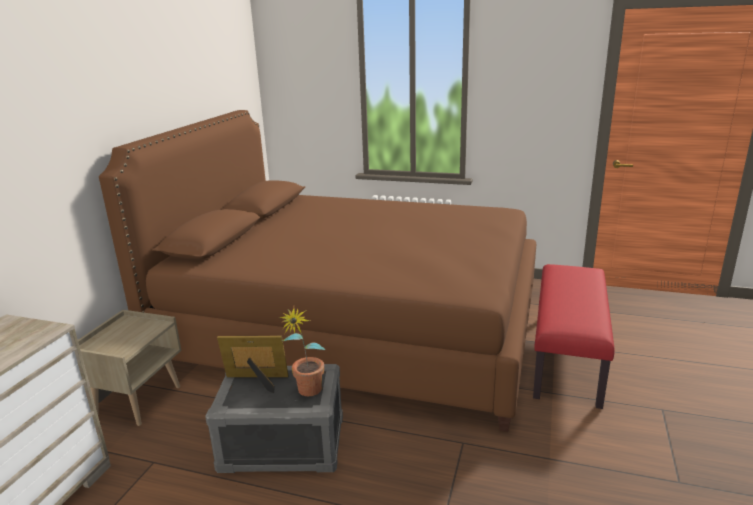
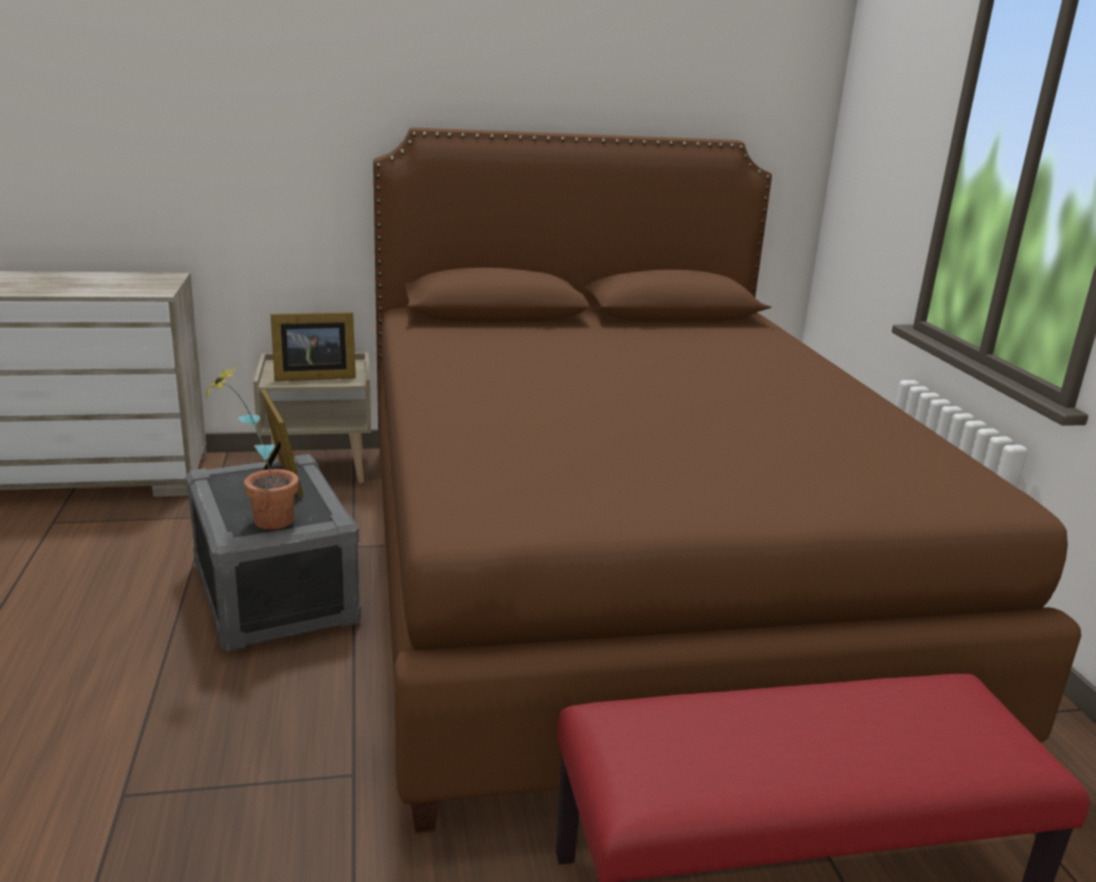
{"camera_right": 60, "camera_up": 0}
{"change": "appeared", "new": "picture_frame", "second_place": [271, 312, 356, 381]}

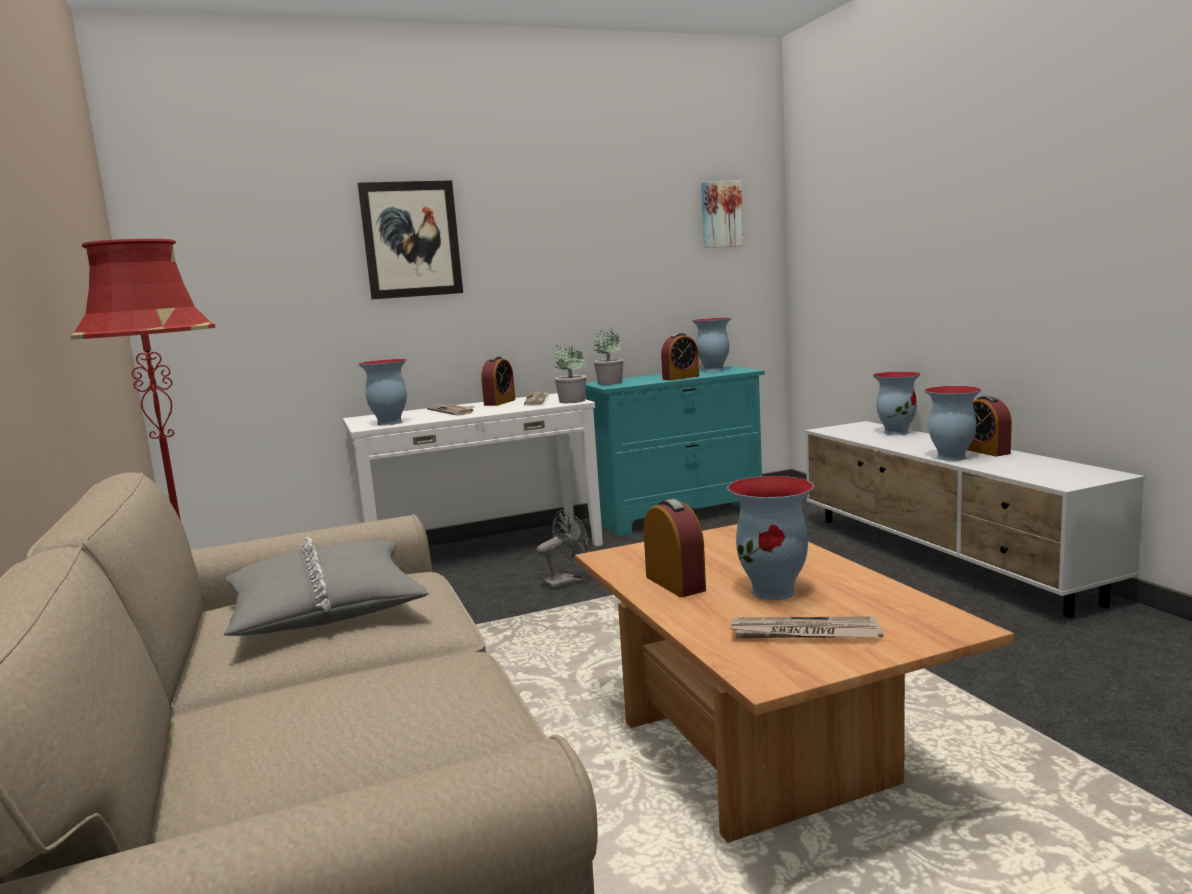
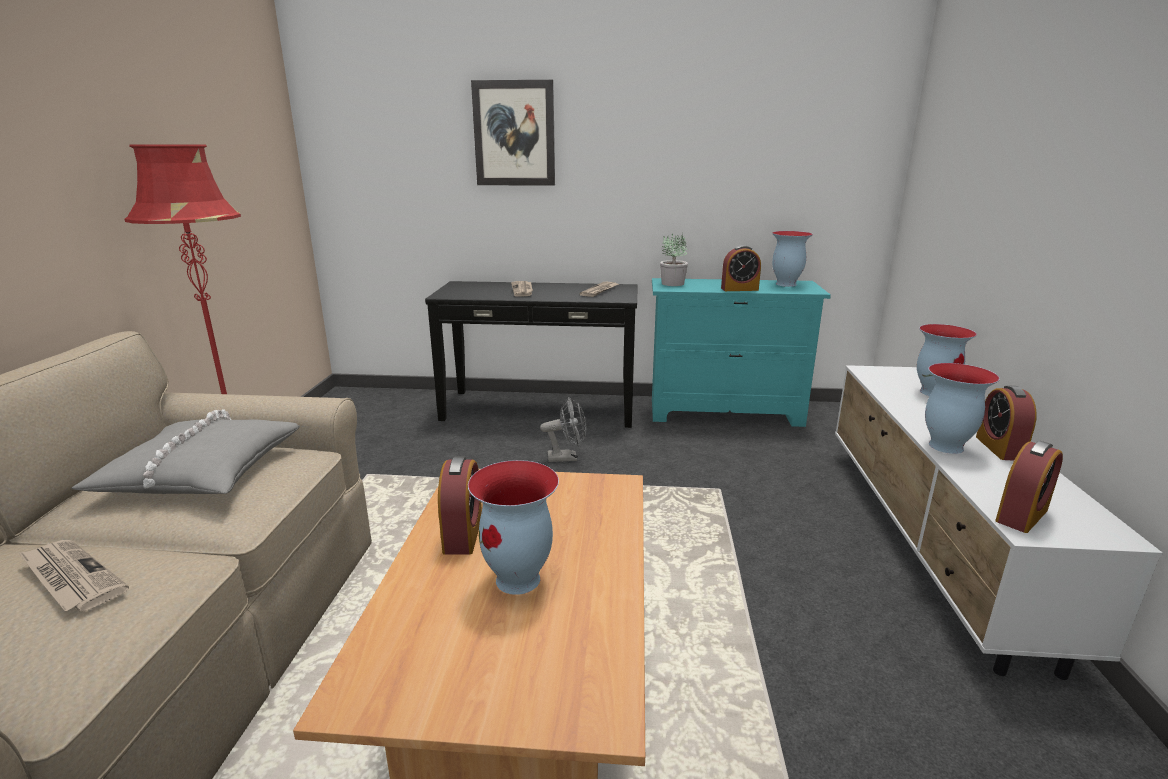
{"camera_right": 25, "camera_up": 10}
{"change": "colour", "old": "white_console_table", "new": "black_console_table", "first_place": [343, 393, 603, 546], "second_place": [425, 281, 638, 428]}
{"change": "missing", "old": "vase", "first_place": [358, 359, 407, 425]}
{"change": "relocated", "old": "alarm_clock", "first_place": [481, 356, 515, 406], "second_place": [995, 441, 1063, 533]}
{"change": "missing", "old": "potted_plant", "first_place": [555, 346, 586, 403]}
{"change": "missing", "old": "picture", "first_place": [701, 180, 744, 248]}
{"change": "relocated", "old": "newspaper", "first_place": [730, 616, 883, 638], "second_place": [18, 540, 129, 611]}

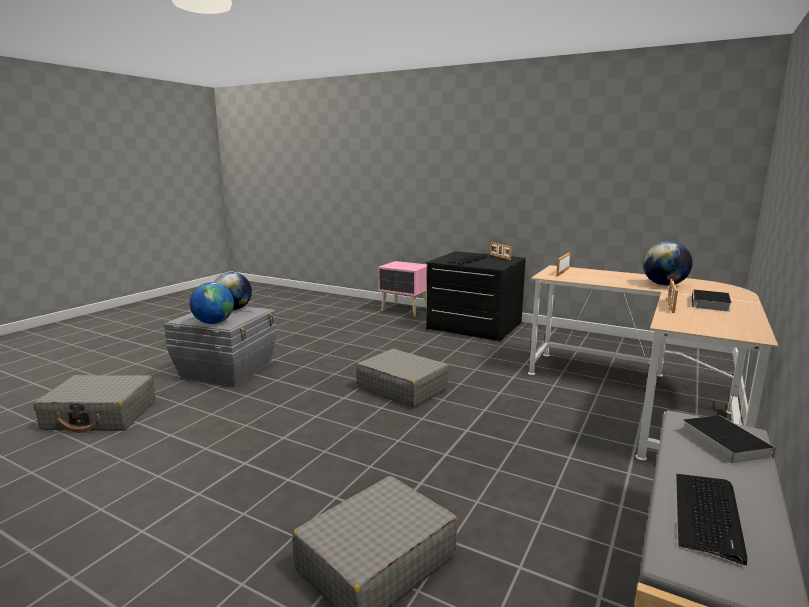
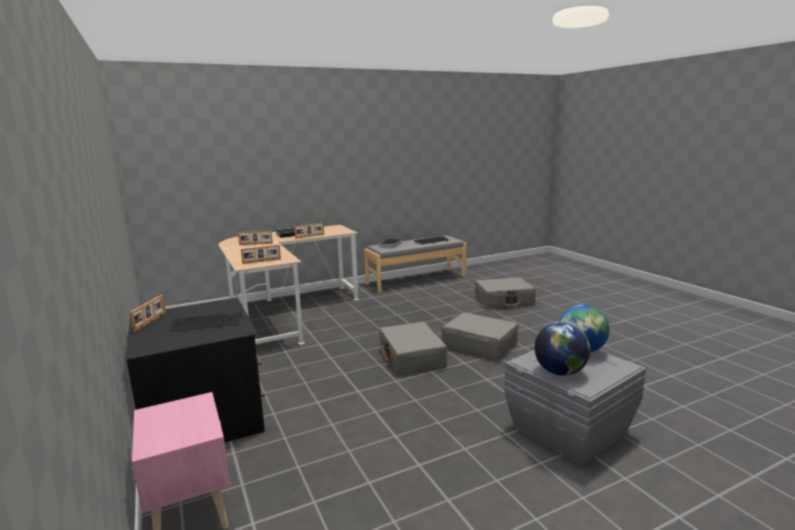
{"camera_right": -145, "camera_up": 0}
{"change": "relocated", "old": "grey_suitcase", "first_place": [34, 375, 156, 433], "second_place": [442, 313, 518, 360]}
{"change": "exchanged", "old": "globe", "new": "picture_frame", "first_place": [643, 241, 693, 286], "second_place": [238, 231, 273, 245]}

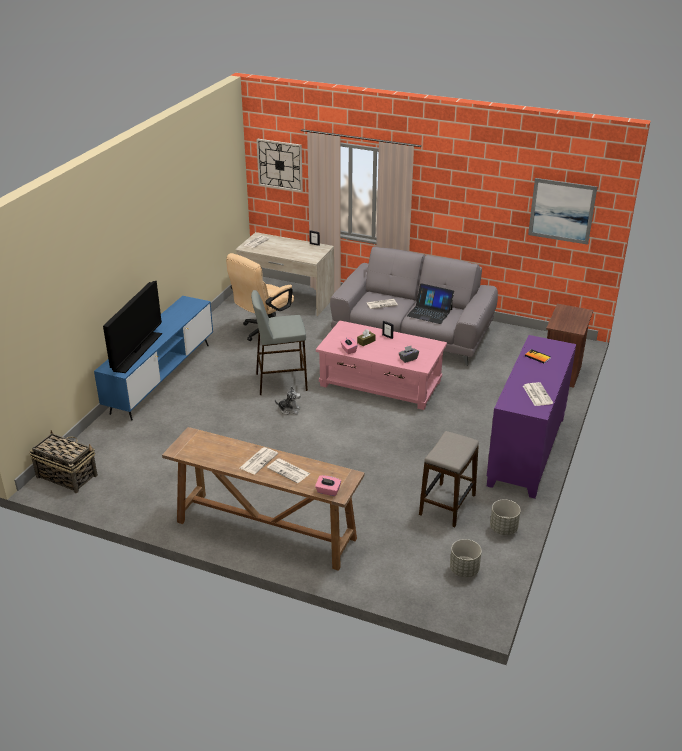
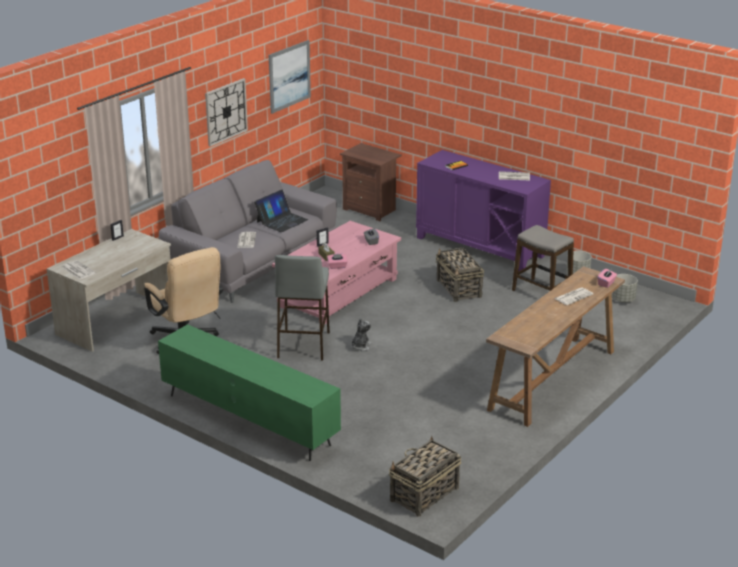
{"camera_right": -75, "camera_up": -5}
{"change": "colour", "old": "blue_tv_stand", "new": "green_tv_stand", "first_place": [94, 296, 213, 420], "second_place": [158, 324, 341, 461]}
{"change": "missing", "old": "television", "first_place": [103, 280, 162, 373]}
{"change": "missing", "old": "newspaper", "first_place": [240, 447, 278, 474]}
{"change": "relocated", "old": "wall_clock", "first_place": [256, 139, 303, 192], "second_place": [205, 78, 248, 147]}
{"change": "appeared", "new": "basket", "second_place": [436, 247, 484, 302]}

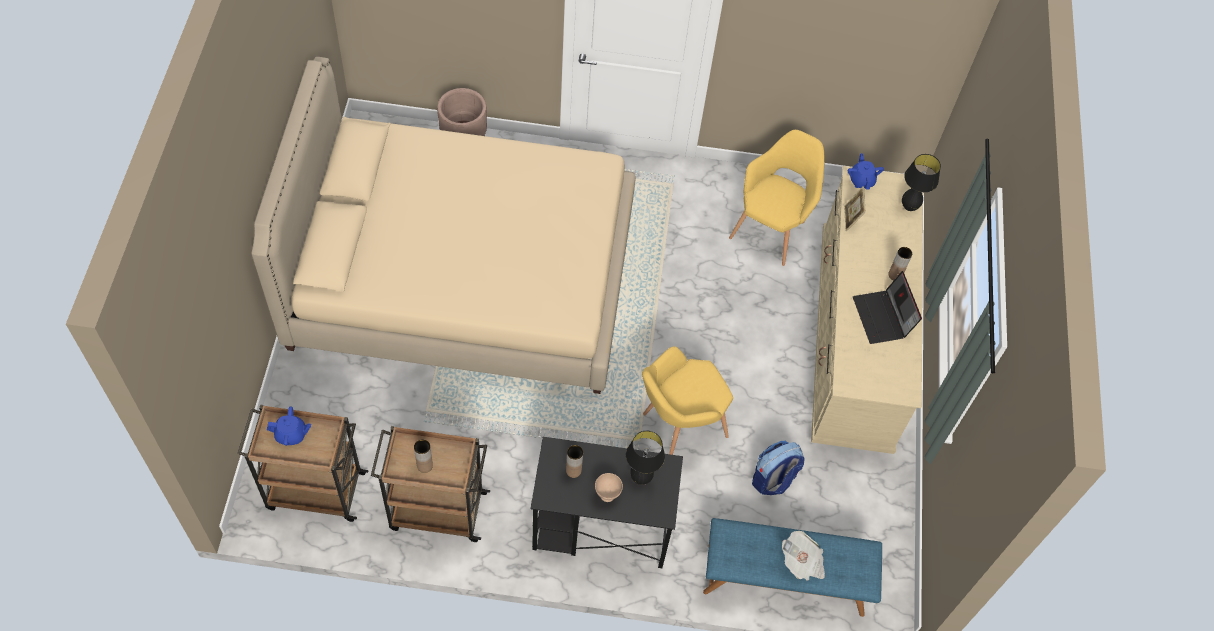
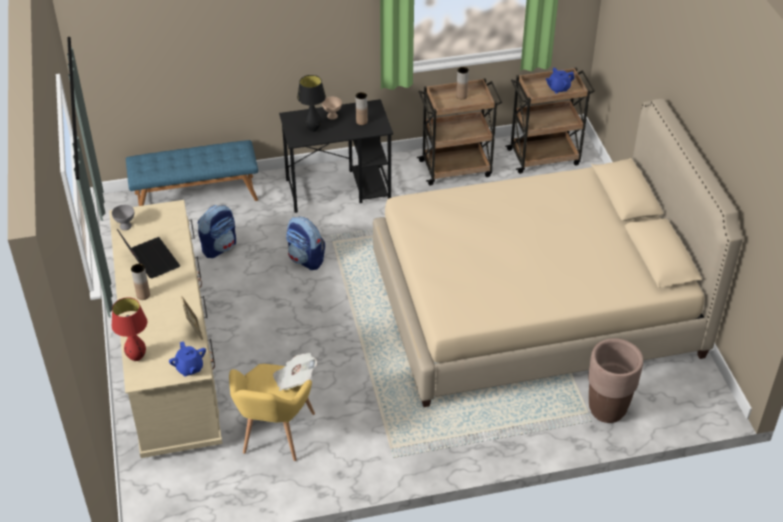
{"camera_right": 165, "camera_up": -15}
{"change": "exchanged", "old": "yellow_armchair", "new": "backpack", "first_place": [642, 346, 733, 455], "second_place": [286, 217, 325, 270]}
{"change": "relocated", "old": "newspaper", "first_place": [782, 531, 825, 581], "second_place": [273, 353, 317, 391]}
{"change": "colour", "old": "black_table_lamp", "new": "red_table_lamp", "first_place": [902, 154, 941, 211], "second_place": [112, 297, 148, 361]}
{"change": "appeared", "new": "grey_bowl", "second_place": [112, 205, 134, 230]}

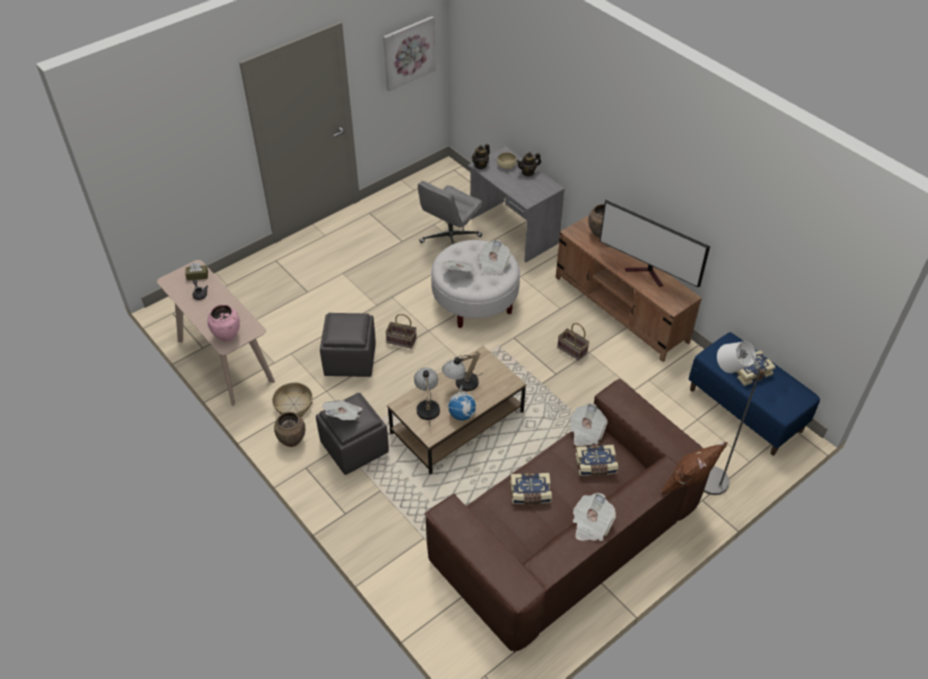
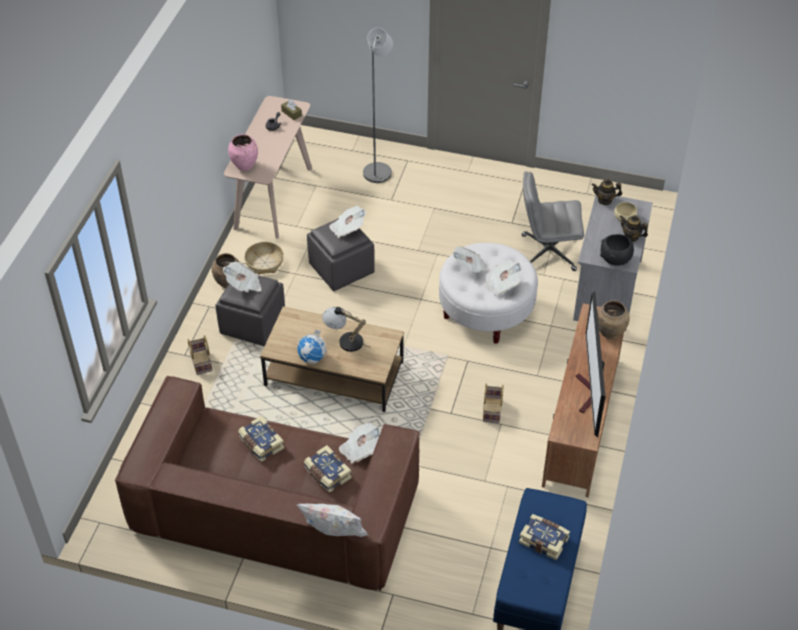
{"camera_right": 55, "camera_up": 0}
{"change": "missing", "old": "picture", "first_place": [383, 16, 436, 91]}
{"change": "relocated", "old": "basket", "first_place": [385, 314, 417, 349], "second_place": [188, 335, 213, 375]}
{"change": "missing", "old": "table_lamp", "first_place": [414, 367, 440, 425]}
{"change": "relocated", "old": "newspaper", "first_place": [573, 493, 616, 541], "second_place": [329, 206, 366, 238]}
{"change": "colour", "old": "brown_pillow", "new": "white_pillow", "first_place": [661, 442, 727, 494], "second_place": [296, 504, 369, 537]}
{"change": "relocated", "old": "grey_floor_lamp", "first_place": [704, 342, 760, 495], "second_place": [363, 28, 393, 183]}
{"change": "appeared", "new": "black_bowl", "second_place": [600, 234, 634, 266]}

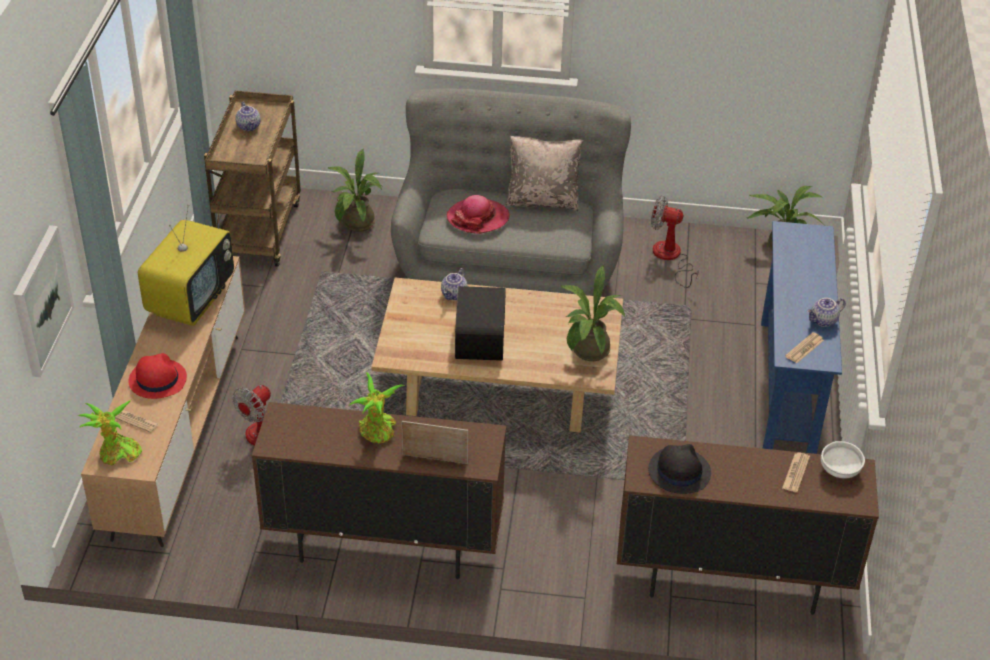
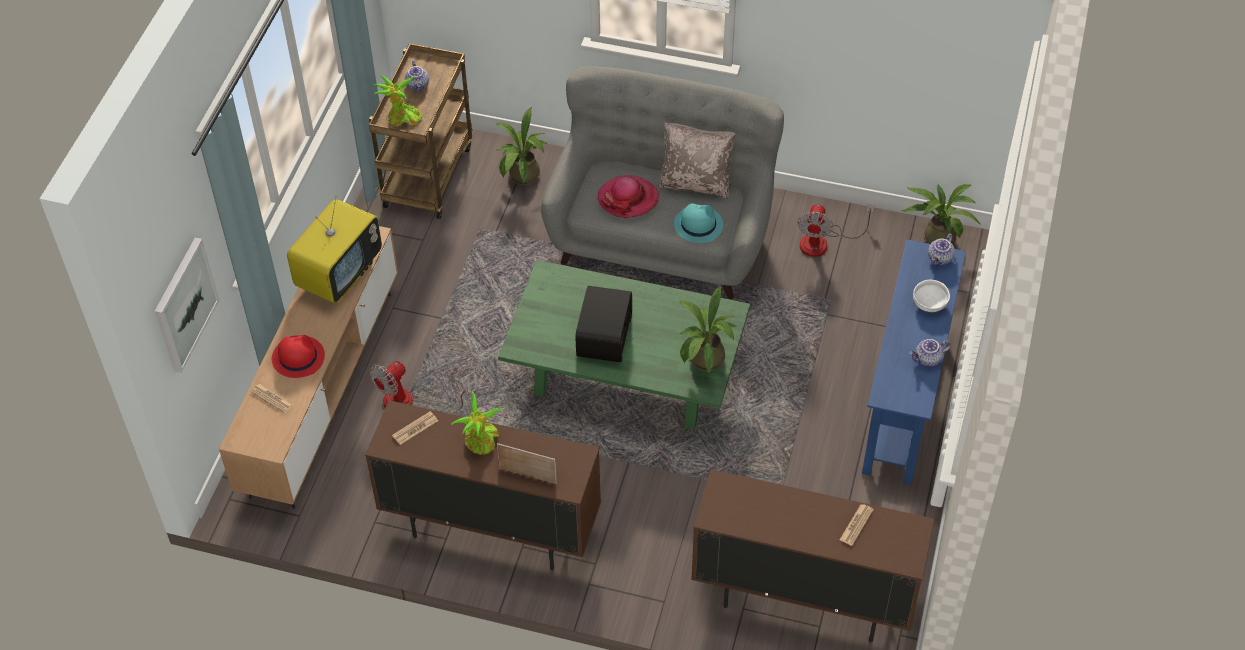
{"camera_right": 10, "camera_up": 10}
{"change": "relocated", "old": "potted_plant", "first_place": [78, 400, 142, 465], "second_place": [374, 75, 422, 127]}
{"change": "colour", "old": "beige_coffee_table", "new": "green_coffee_table", "first_place": [371, 278, 623, 432], "second_place": [498, 260, 750, 430]}
{"change": "relocated", "old": "teapot", "first_place": [441, 268, 468, 300], "second_place": [928, 233, 955, 265]}
{"change": "missing", "old": "black_hat", "first_place": [648, 444, 711, 494]}
{"change": "spun", "old": "fan", "first_place": [651, 196, 700, 288], "second_place": [797, 204, 875, 257], "degrees": -105}
{"change": "relocated", "old": "newspaper", "first_place": [785, 332, 824, 363], "second_place": [392, 411, 438, 445]}
{"change": "relocated", "old": "white_bowl", "first_place": [821, 441, 865, 479], "second_place": [913, 280, 950, 312]}
{"change": "appeared", "new": "turquoise_hat", "second_place": [674, 203, 723, 243]}

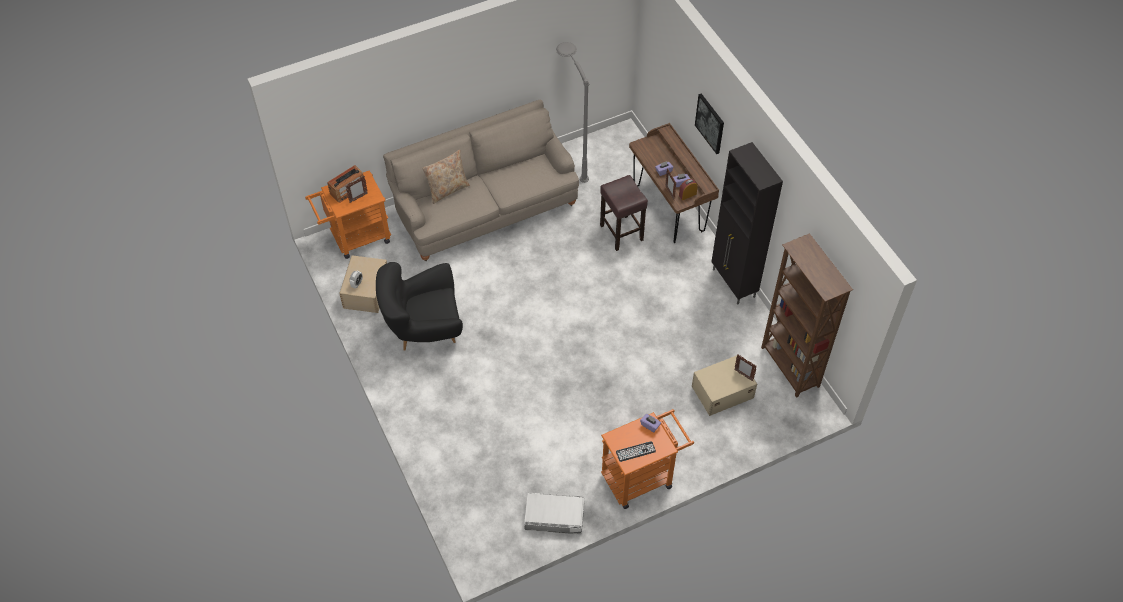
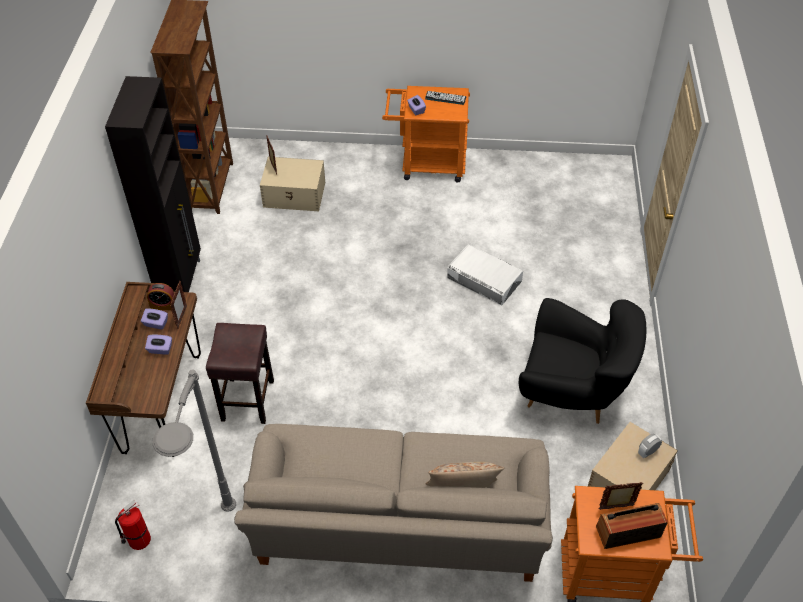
{"camera_right": -150, "camera_up": -5}
{"change": "relocated", "old": "white_storage_box", "first_place": [524, 492, 584, 535], "second_place": [447, 244, 523, 305]}
{"change": "missing", "old": "picture", "first_place": [695, 93, 724, 154]}
{"change": "appeared", "new": "fire_extinguisher", "second_place": [115, 500, 151, 550]}

